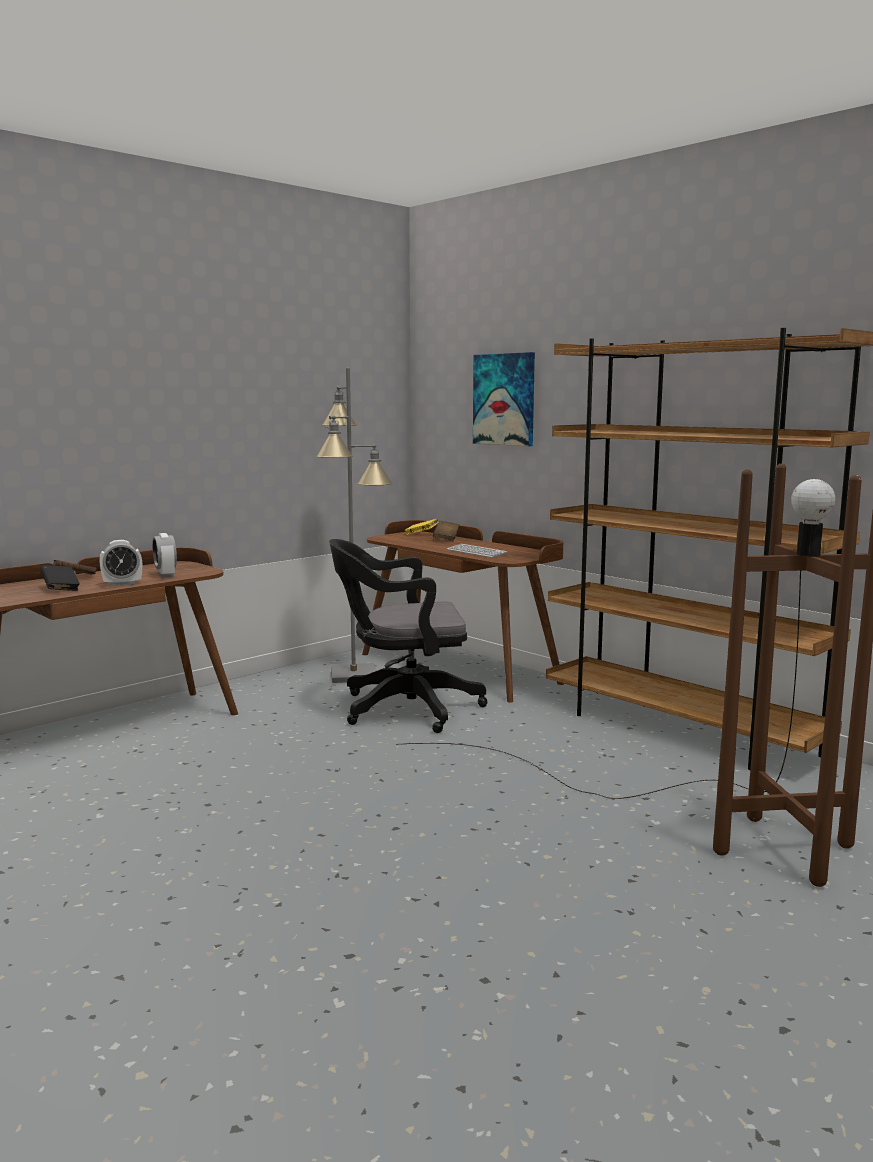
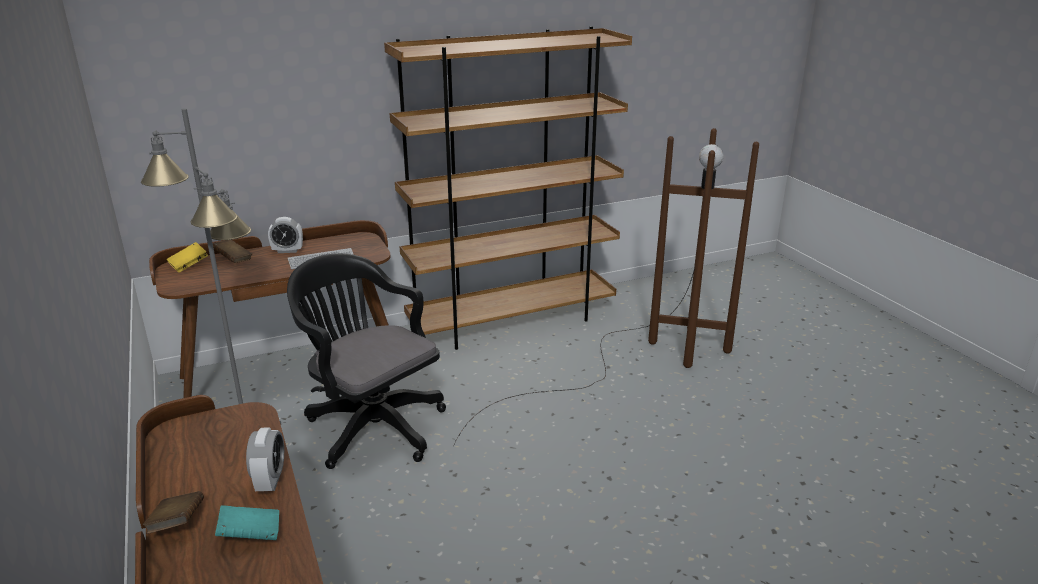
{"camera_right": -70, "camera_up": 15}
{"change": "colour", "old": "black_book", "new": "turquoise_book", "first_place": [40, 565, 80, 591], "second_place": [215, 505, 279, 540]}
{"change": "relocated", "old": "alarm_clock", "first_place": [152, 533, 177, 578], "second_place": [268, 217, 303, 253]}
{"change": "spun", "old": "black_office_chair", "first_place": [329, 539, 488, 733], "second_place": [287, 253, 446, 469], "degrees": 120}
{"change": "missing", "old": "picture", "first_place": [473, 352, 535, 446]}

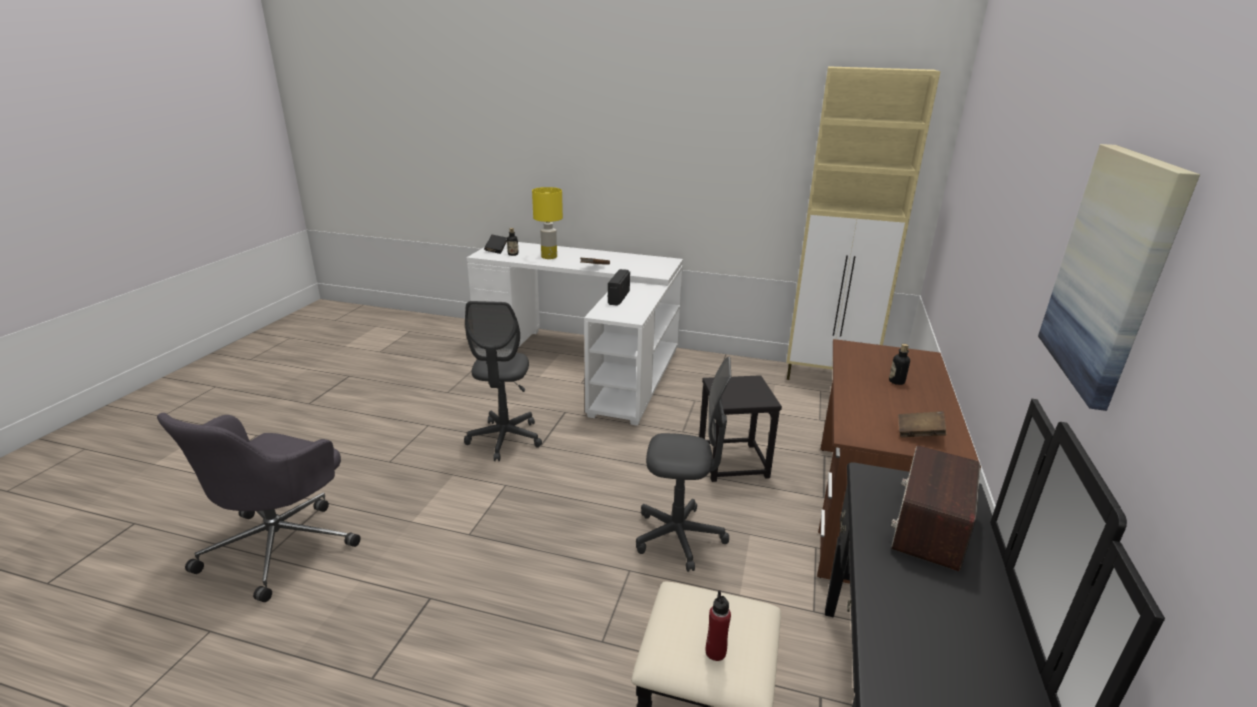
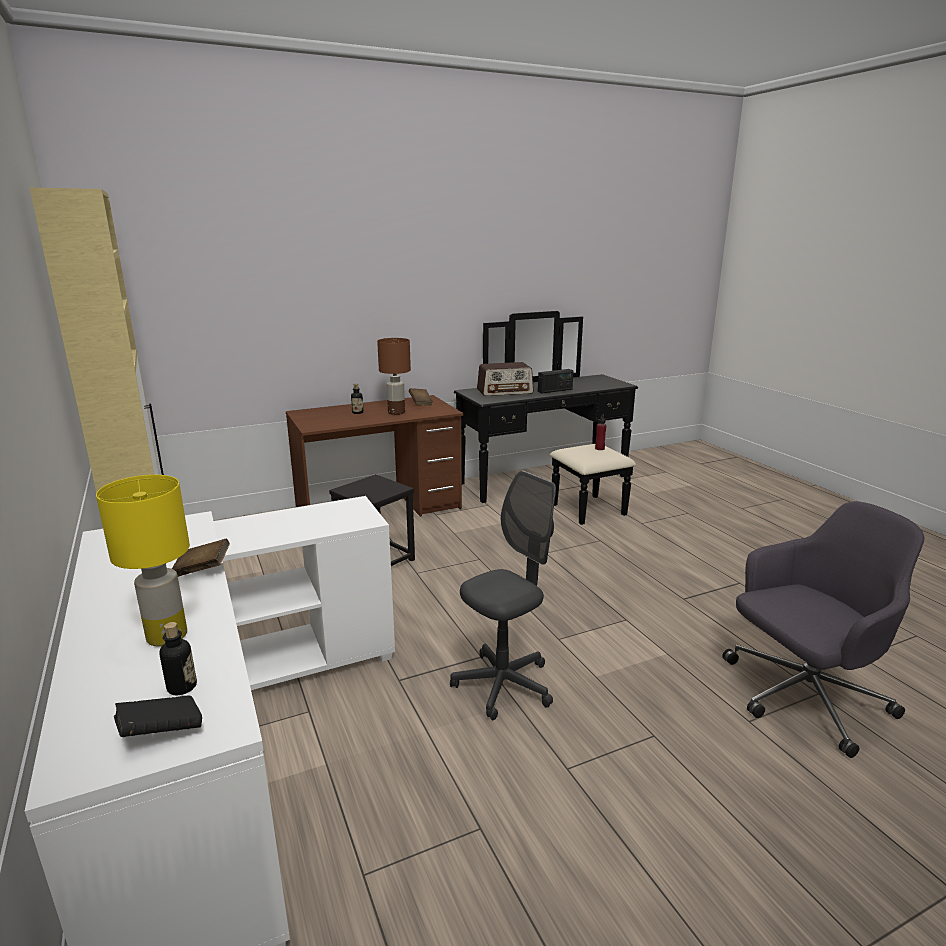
{"camera_right": -130, "camera_up": -5}
{"change": "relocated", "old": "radio", "first_place": [608, 269, 630, 306], "second_place": [538, 369, 574, 393]}
{"change": "missing", "old": "grey_office_chair", "first_place": [636, 357, 731, 572]}
{"change": "missing", "old": "picture", "first_place": [1038, 144, 1200, 411]}
{"change": "appeared", "new": "brown_table_lamp", "second_place": [377, 338, 411, 415]}

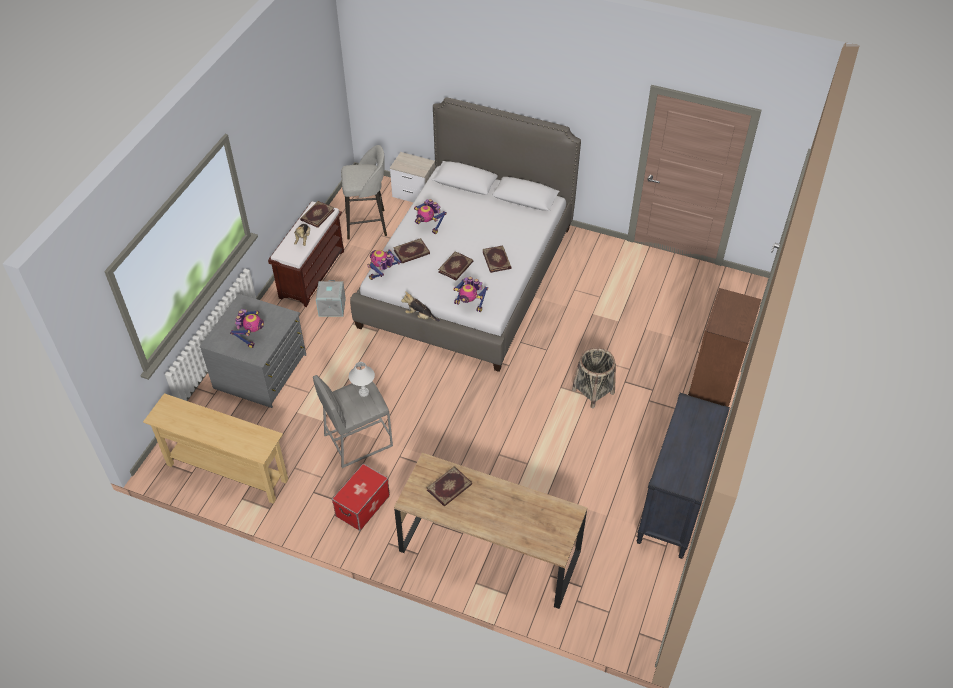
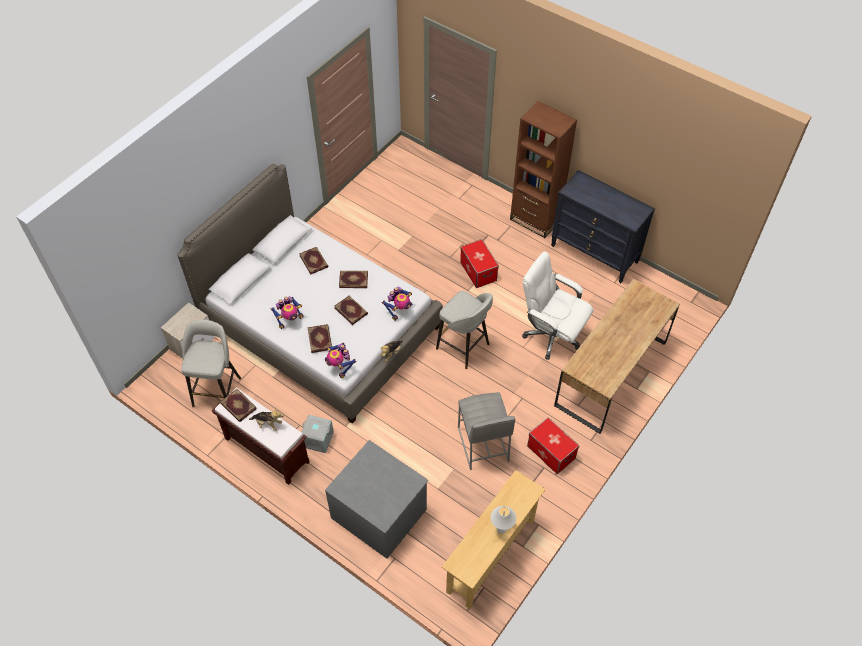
{"camera_right": -75, "camera_up": 5}
{"change": "missing", "old": "toy_robot", "first_place": [230, 309, 264, 348]}
{"change": "relocated", "old": "white_table_lamp", "first_place": [349, 362, 375, 397], "second_place": [491, 506, 516, 533]}
{"change": "relocated", "old": "book", "first_place": [427, 466, 472, 507], "second_place": [299, 247, 329, 274]}
{"change": "exchanged", "old": "basket", "new": "storage_box", "first_place": [572, 348, 616, 408], "second_place": [460, 239, 499, 288]}
{"change": "appeared", "new": "grey_stool", "second_place": [436, 291, 493, 369]}
{"change": "appeared", "new": "white_office_chair", "second_place": [522, 251, 593, 360]}

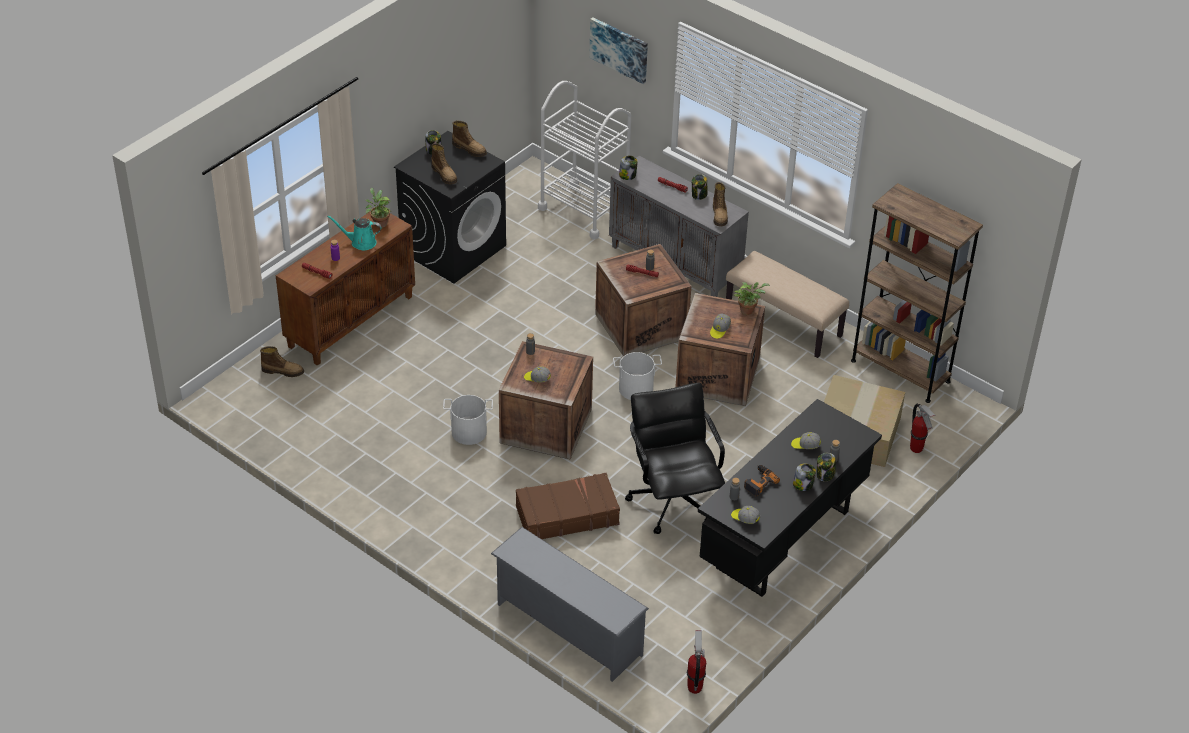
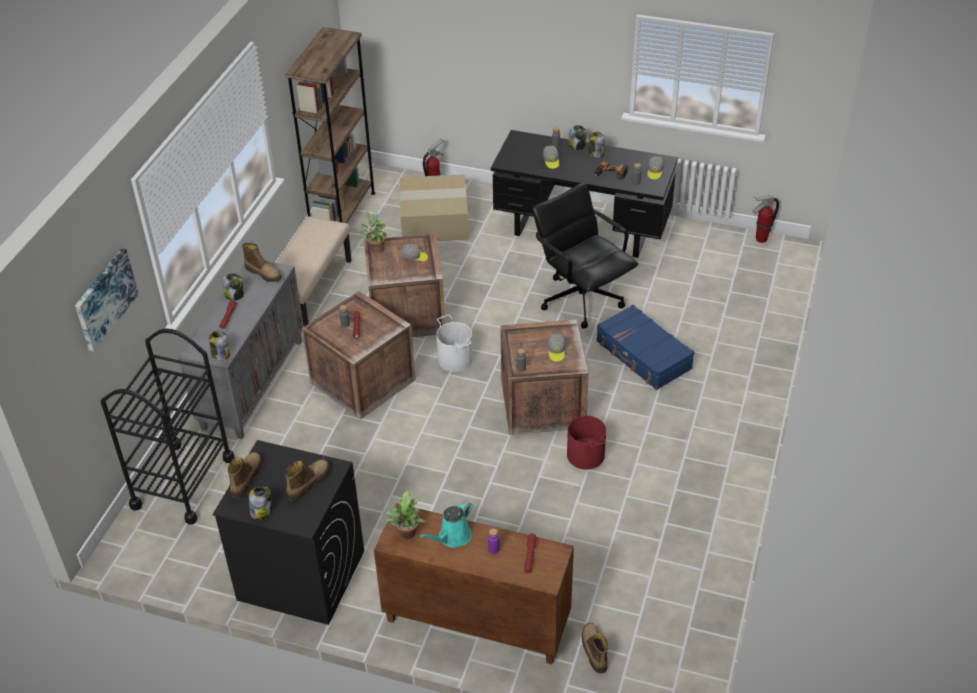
{"camera_right": -110, "camera_up": 0}
{"change": "spun", "old": "turquoise_watering_can", "first_place": [327, 215, 382, 250], "second_place": [420, 501, 472, 548], "degrees": 60}
{"change": "colour", "old": "white_bucket", "new": "red_bucket", "first_place": [443, 395, 493, 445], "second_place": [567, 407, 606, 469]}
{"change": "missing", "old": "grey_shoe_rack", "first_place": [491, 527, 649, 682]}
{"change": "colour", "old": "brown_suitcase", "new": "blue_suitcase", "first_place": [516, 473, 620, 539], "second_place": [596, 305, 695, 390]}
{"change": "colour", "old": "white_cart", "new": "black_cart", "first_place": [538, 81, 631, 240], "second_place": [101, 328, 235, 524]}
{"change": "spun", "old": "black_office_chair", "first_place": [625, 382, 725, 534], "second_place": [532, 183, 638, 329], "degrees": 90}
{"change": "spun", "old": "boot", "first_place": [713, 182, 728, 226], "second_place": [242, 242, 282, 282], "degrees": 60}

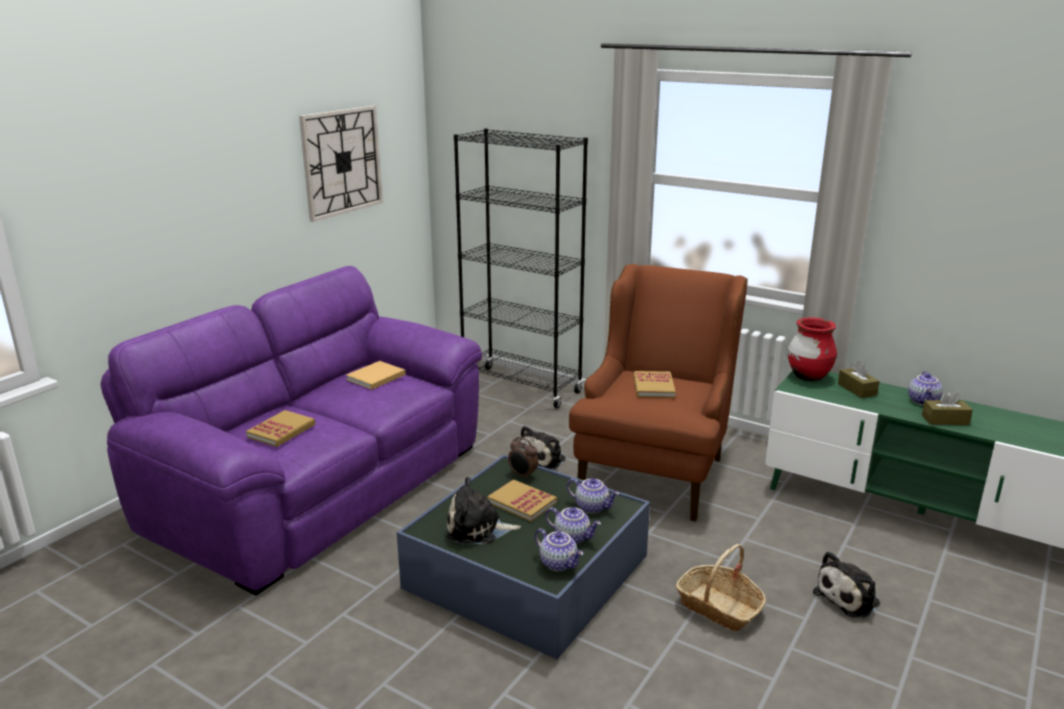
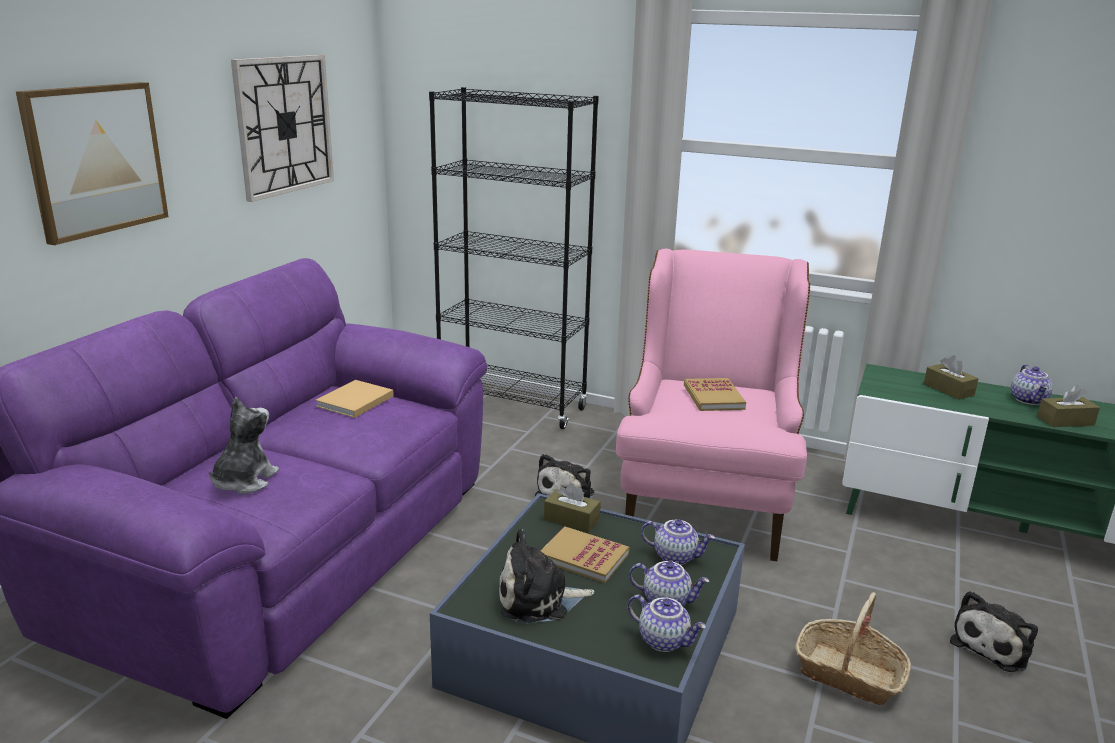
{"camera_right": -10, "camera_up": 0}
{"change": "exchanged", "old": "book", "new": "plush_toy", "first_place": [246, 410, 315, 447], "second_place": [209, 397, 279, 494]}
{"change": "exchanged", "old": "alarm_clock", "new": "brown_tissue_box", "first_place": [508, 437, 538, 479], "second_place": [544, 483, 601, 532]}
{"change": "colour", "old": "brown_armchair", "new": "pink_armchair", "first_place": [569, 264, 748, 522], "second_place": [616, 249, 810, 561]}
{"change": "missing", "old": "red_vase", "first_place": [788, 317, 837, 381]}
{"change": "appeared", "new": "picture", "second_place": [16, 82, 169, 245]}

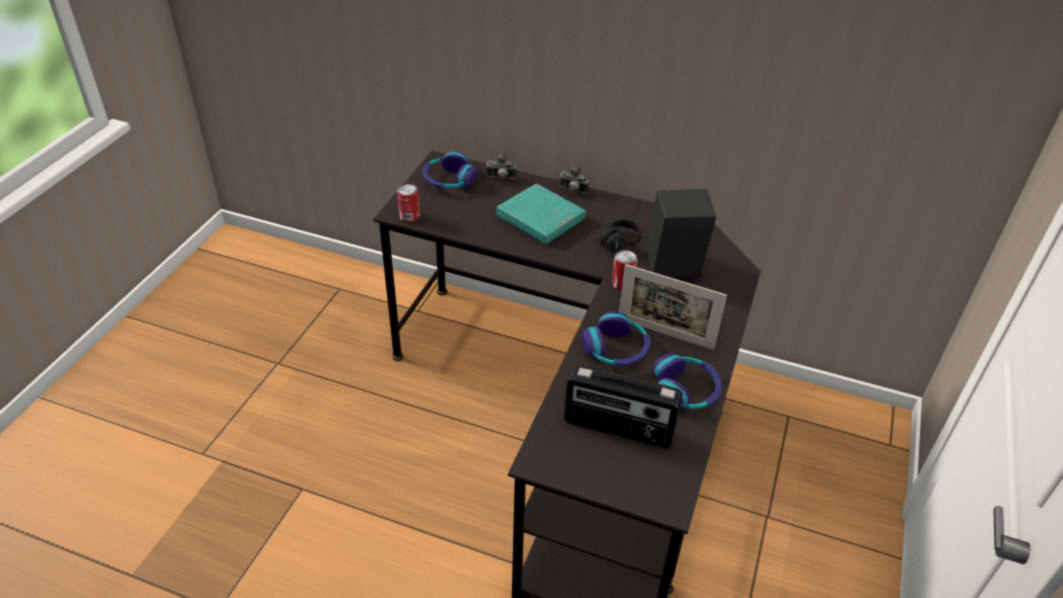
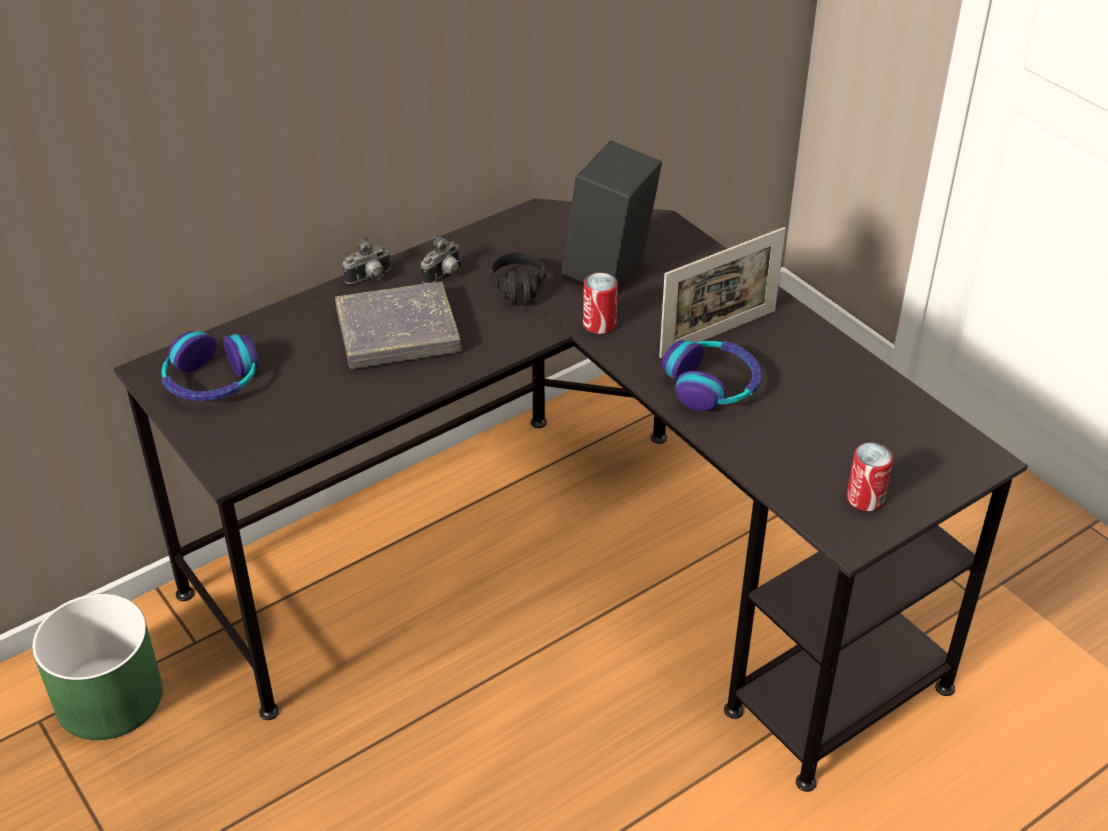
{"camera_right": -55, "camera_up": 0}
{"change": "relocated", "old": "can", "first_place": [397, 184, 420, 222], "second_place": [846, 443, 893, 511]}
{"change": "relocated", "old": "photo_camera", "first_place": [486, 153, 516, 180], "second_place": [421, 235, 461, 284]}
{"change": "colour", "old": "turquoise_book", "new": "grey_book", "first_place": [496, 183, 586, 244], "second_place": [335, 282, 462, 369]}
{"change": "missing", "old": "radio", "first_place": [564, 364, 683, 448]}
{"change": "missing", "old": "headphones", "first_place": [653, 353, 722, 409]}
{"change": "appeared", "new": "green_planter", "second_place": [32, 594, 163, 740]}

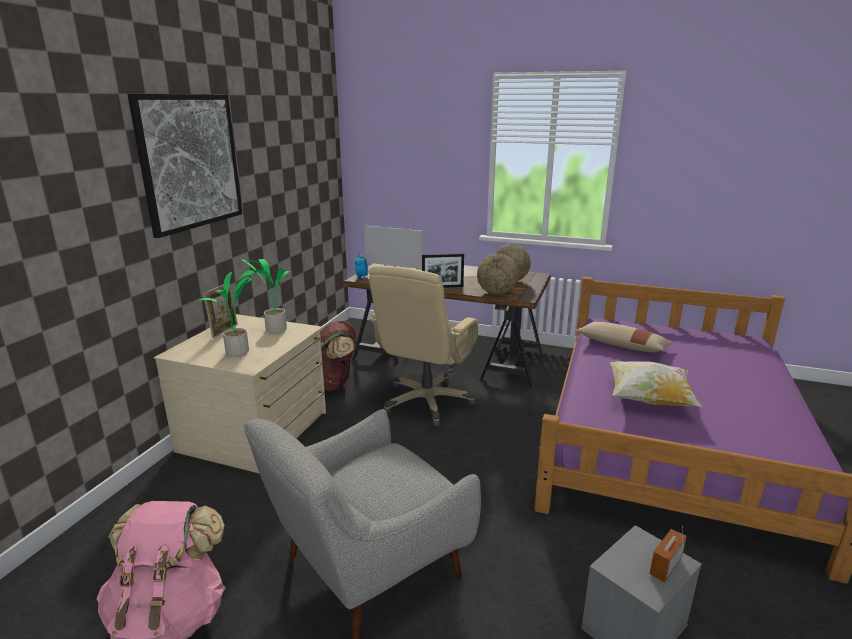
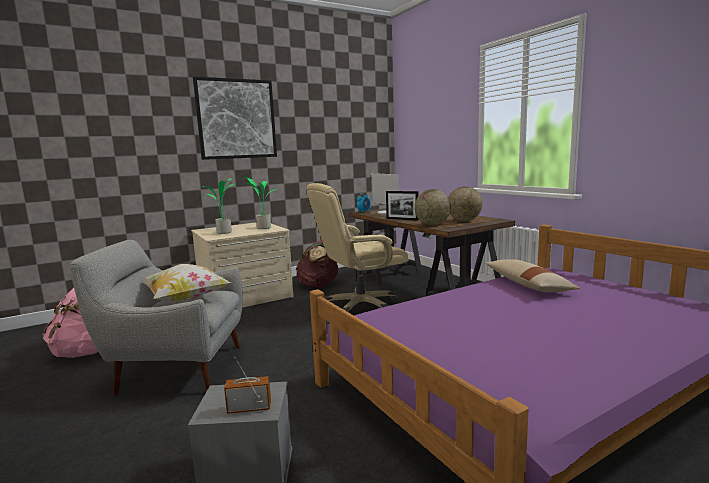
{"camera_right": 40, "camera_up": -10}
{"change": "missing", "old": "picture_frame", "first_place": [203, 284, 238, 338]}
{"change": "relocated", "old": "pillow", "first_place": [610, 361, 702, 407], "second_place": [142, 264, 232, 301]}

